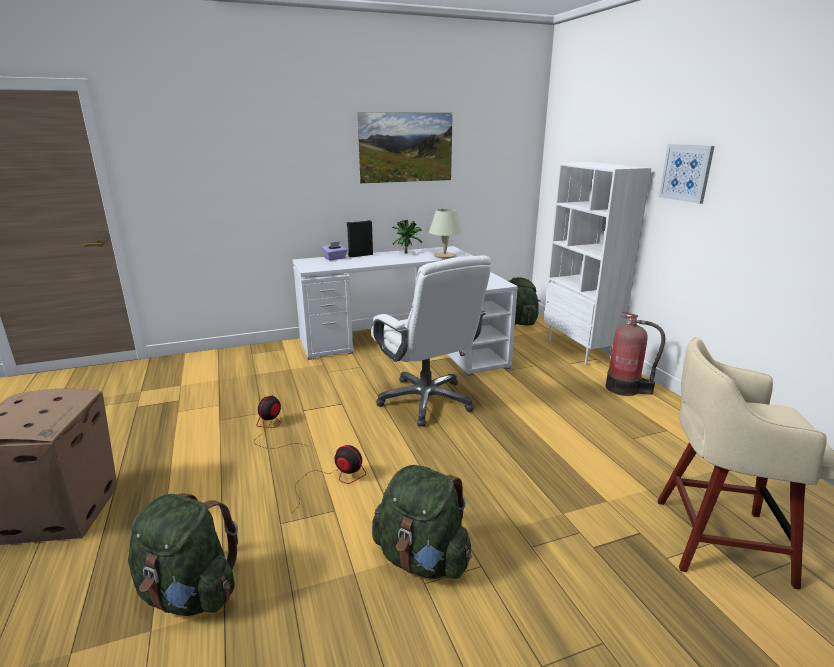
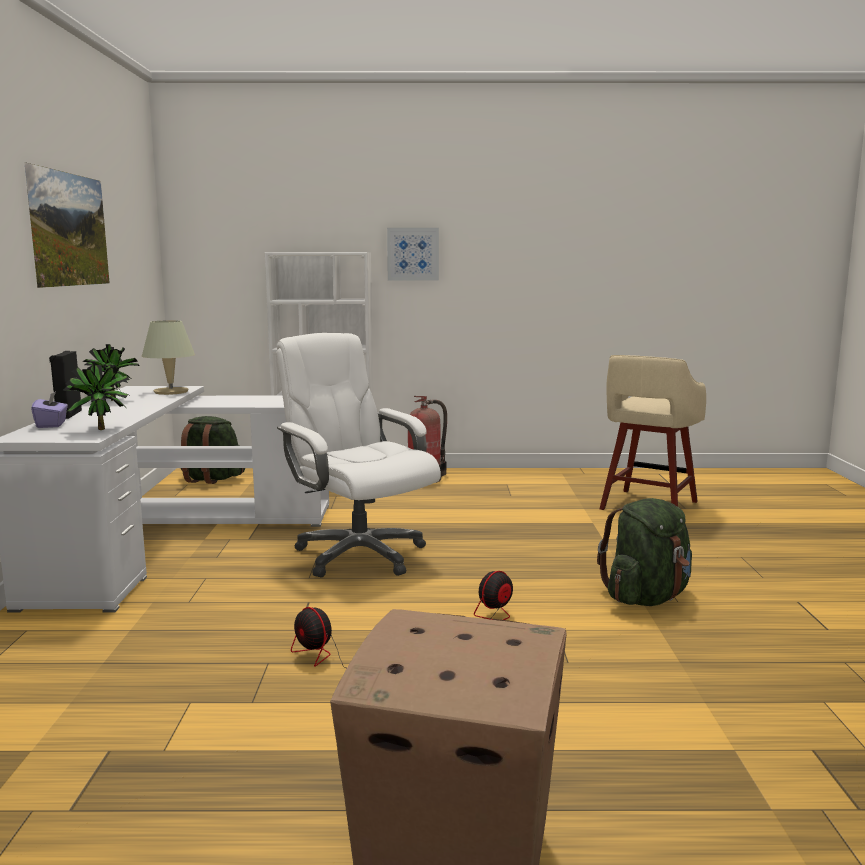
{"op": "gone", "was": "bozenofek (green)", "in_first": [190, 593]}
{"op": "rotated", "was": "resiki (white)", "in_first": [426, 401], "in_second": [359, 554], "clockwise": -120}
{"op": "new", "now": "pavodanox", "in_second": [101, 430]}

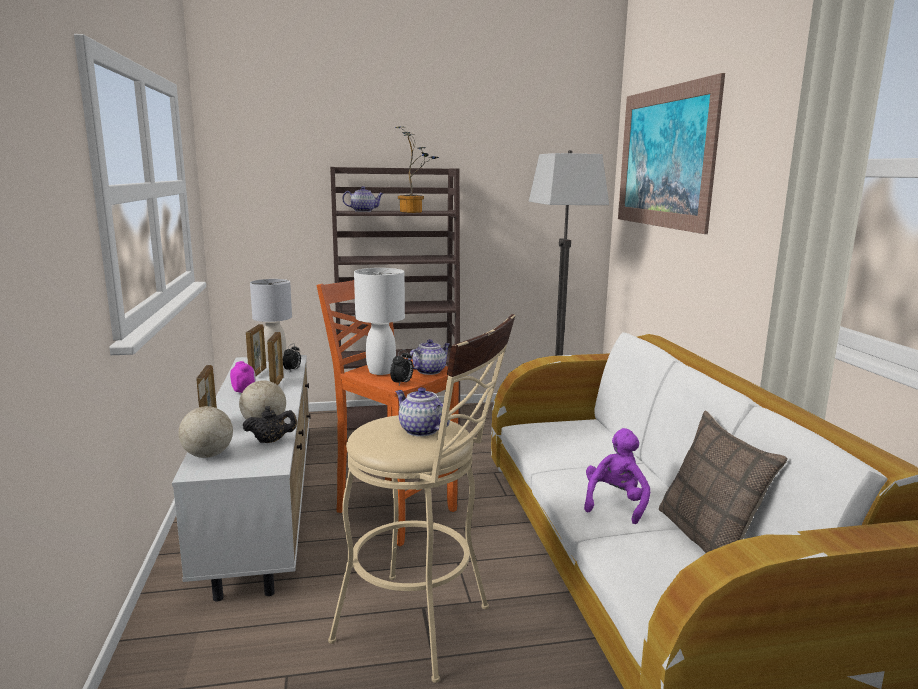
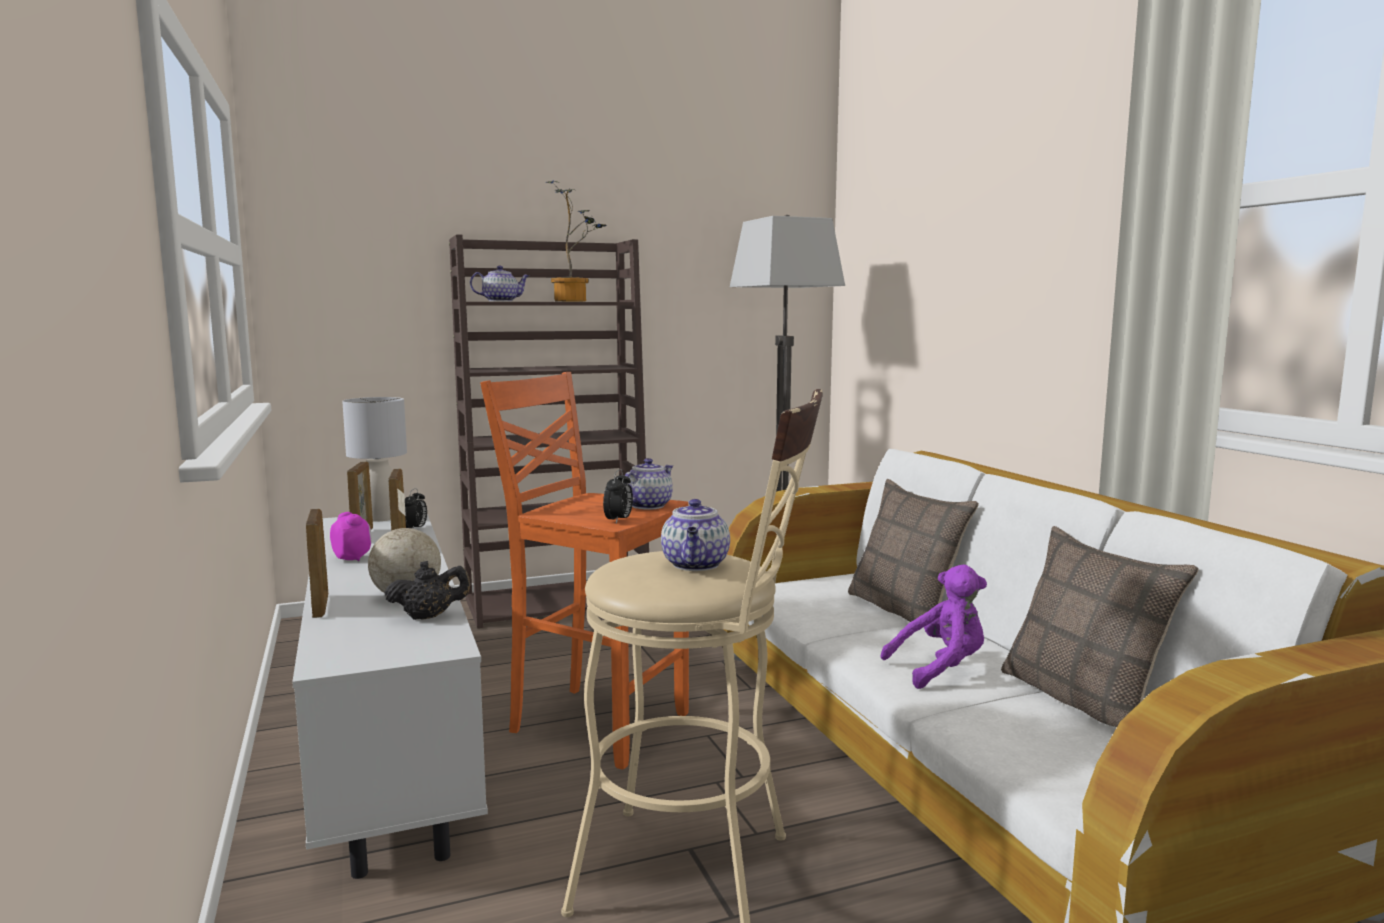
{"op": "gone", "was": "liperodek", "in_first": [207, 455]}
{"op": "gone", "was": "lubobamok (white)", "in_first": [381, 371]}
{"op": "rotated", "was": "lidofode", "in_first": [420, 430], "in_second": [696, 565], "clockwise": -120}
{"op": "rotated", "was": "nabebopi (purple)", "in_first": [615, 503], "in_second": [940, 669], "clockwise": 60}
{"op": "gone", "was": "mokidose", "in_first": [664, 157]}
{"op": "new", "now": "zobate", "in_second": [905, 609]}

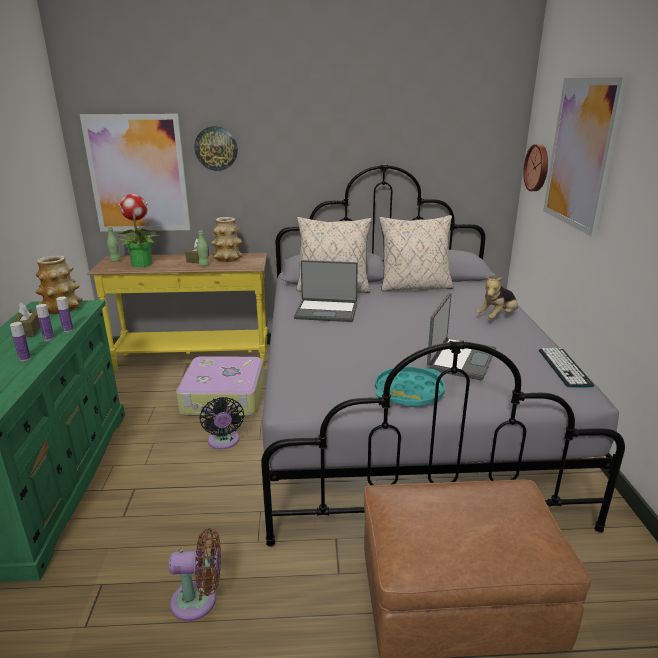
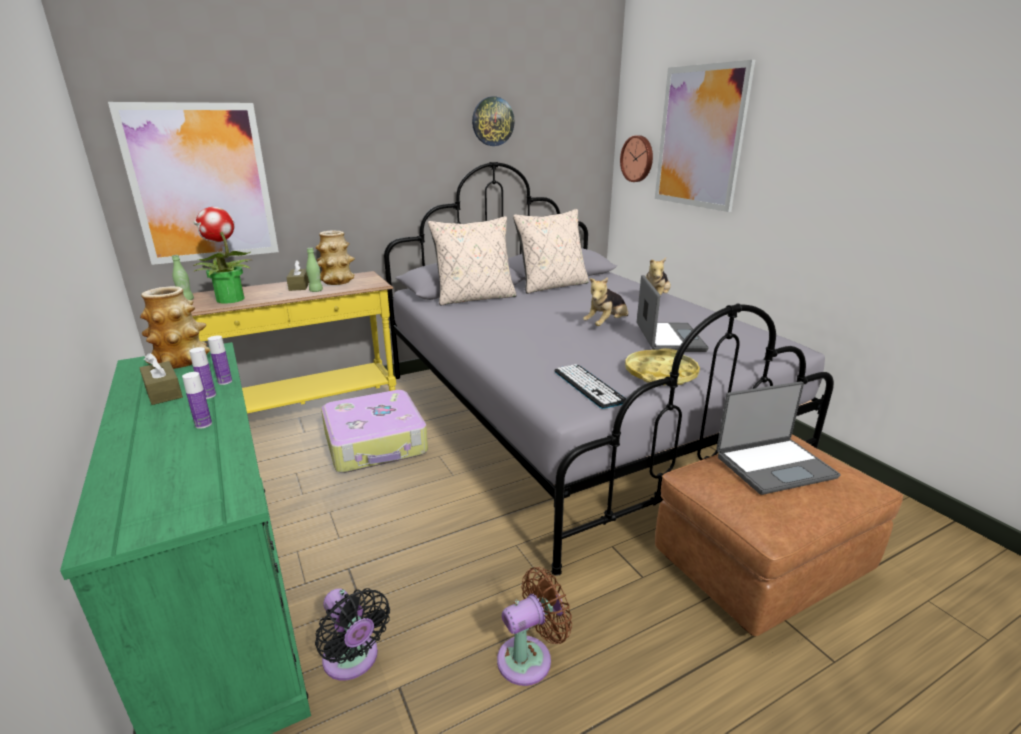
{"op": "shifted", "was": "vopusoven", "in_first": [216, 148], "in_second": [492, 121]}
{"op": "shifted", "was": "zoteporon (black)", "in_first": [224, 442], "in_second": [353, 660]}
{"op": "shifted", "was": "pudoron", "in_first": [326, 311], "in_second": [773, 466]}
{"op": "repainted", "was": "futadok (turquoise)", "now": "futadok (yellow)", "in_first": [409, 392], "in_second": [660, 373]}
{"op": "shifted", "was": "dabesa", "in_first": [564, 368], "in_second": [589, 386]}
{"op": "new", "now": "nabebopi", "in_second": [606, 325]}

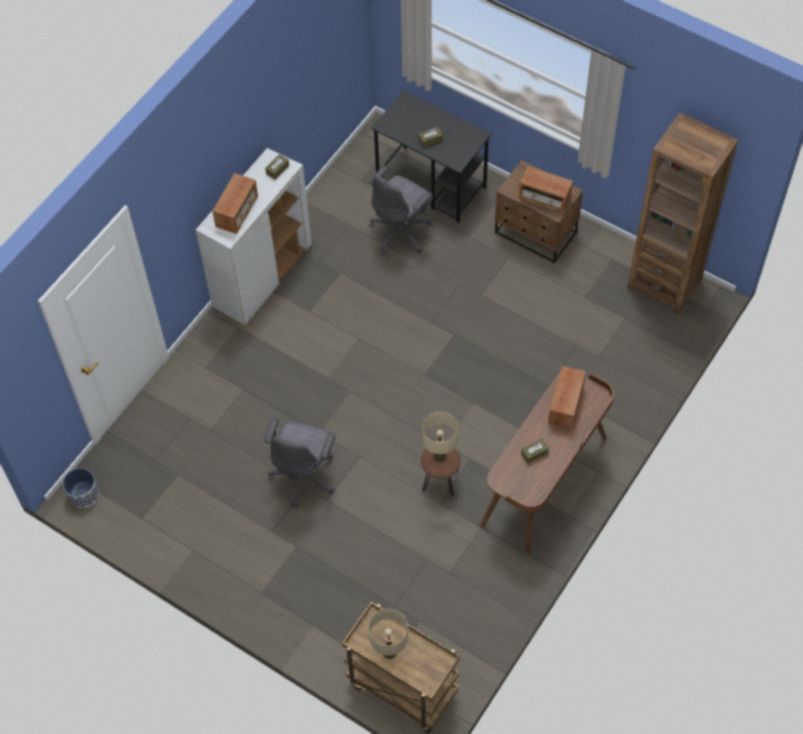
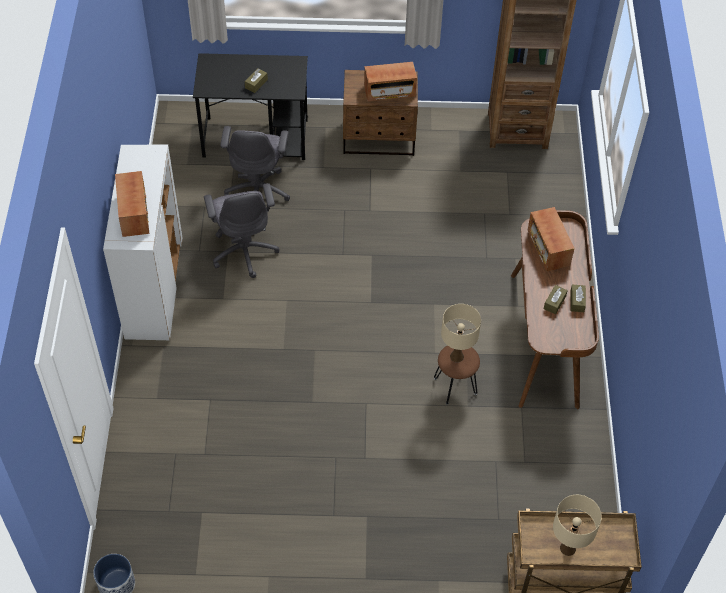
{"op": "shifted", "was": "resiki (grey)", "in_first": [304, 475], "in_second": [244, 250]}
{"op": "shifted", "was": "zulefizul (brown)", "in_first": [277, 169], "in_second": [577, 301]}

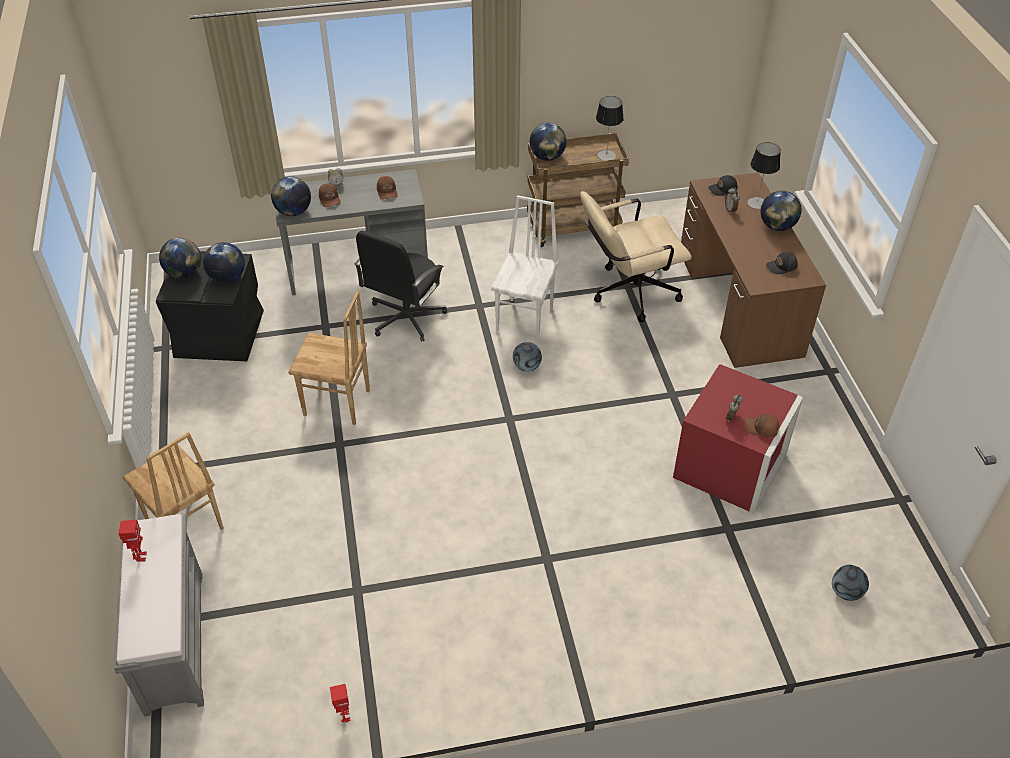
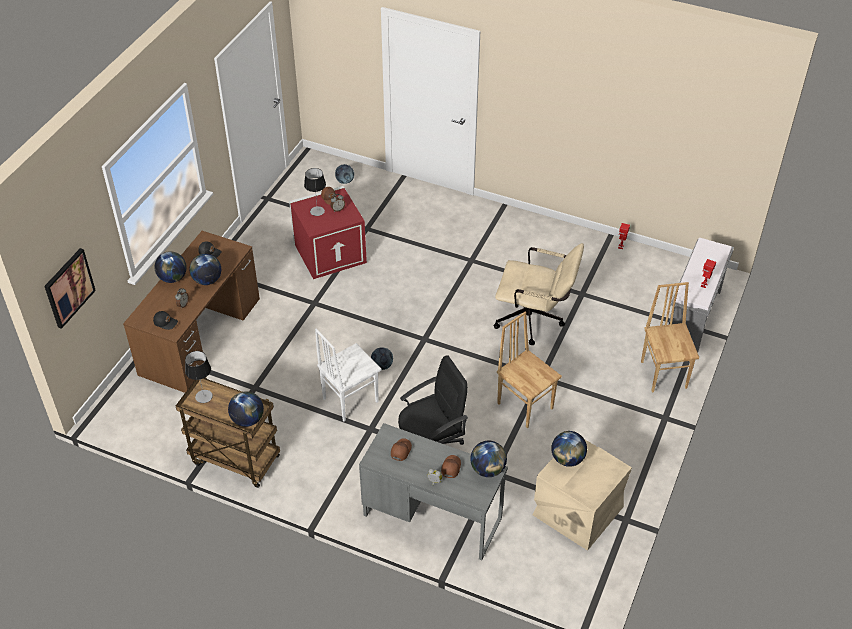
{"op": "repainted", "was": "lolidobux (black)", "now": "lolidobux (beige)", "in_first": [221, 332], "in_second": [576, 510]}
{"op": "shifted", "was": "liperodek", "in_first": [184, 273], "in_second": [207, 280]}
{"op": "shifted", "was": "resiki (beige)", "in_first": [628, 293], "in_second": [535, 321]}
{"op": "shifted", "was": "lubobamok", "in_first": [757, 203], "in_second": [317, 211]}
{"op": "new", "now": "mokidose", "in_second": [69, 287]}

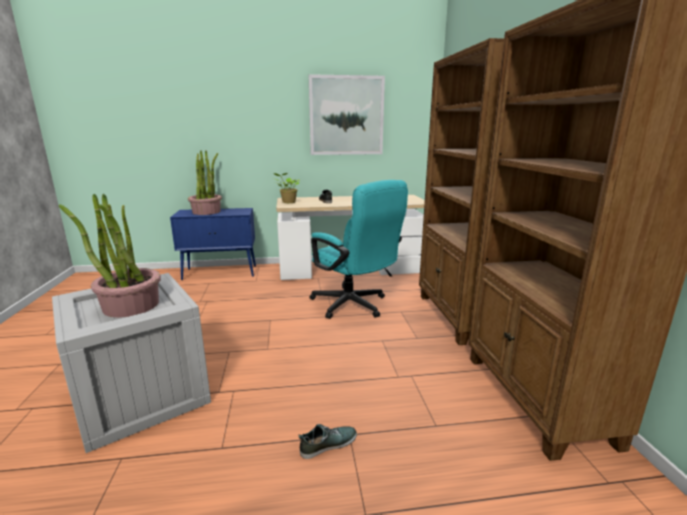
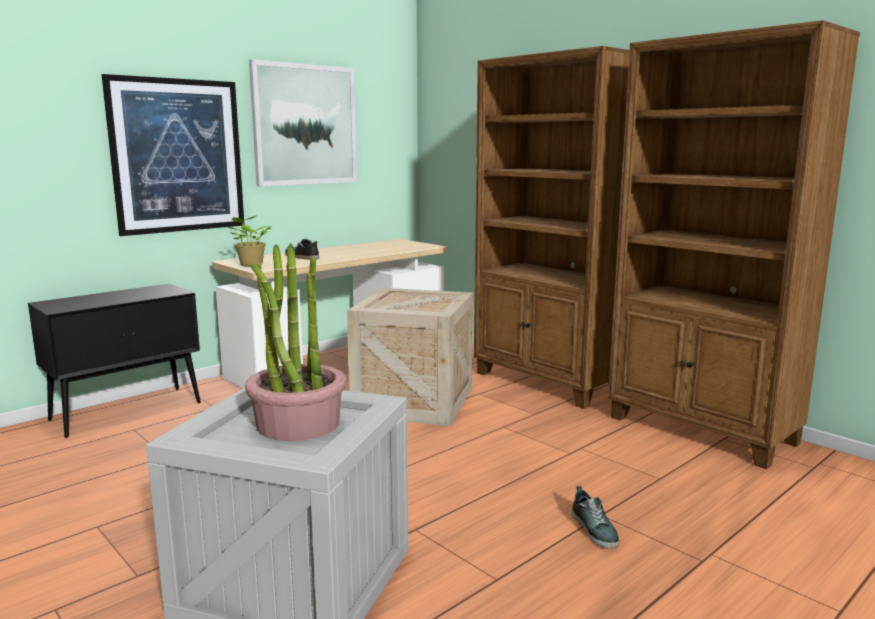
{"op": "repainted", "was": "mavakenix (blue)", "now": "mavakenix (black)", "in_first": [221, 272], "in_second": [128, 411]}
{"op": "gone", "was": "pavodanox", "in_first": [206, 212]}
{"op": "rotated", "was": "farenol", "in_first": [328, 444], "in_second": [595, 530], "clockwise": 135}
{"op": "swapped", "was": "resiki (turquoise)", "now": "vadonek", "in_first": [354, 306], "in_second": [415, 402]}
{"op": "new", "now": "mokidose", "in_second": [178, 156]}

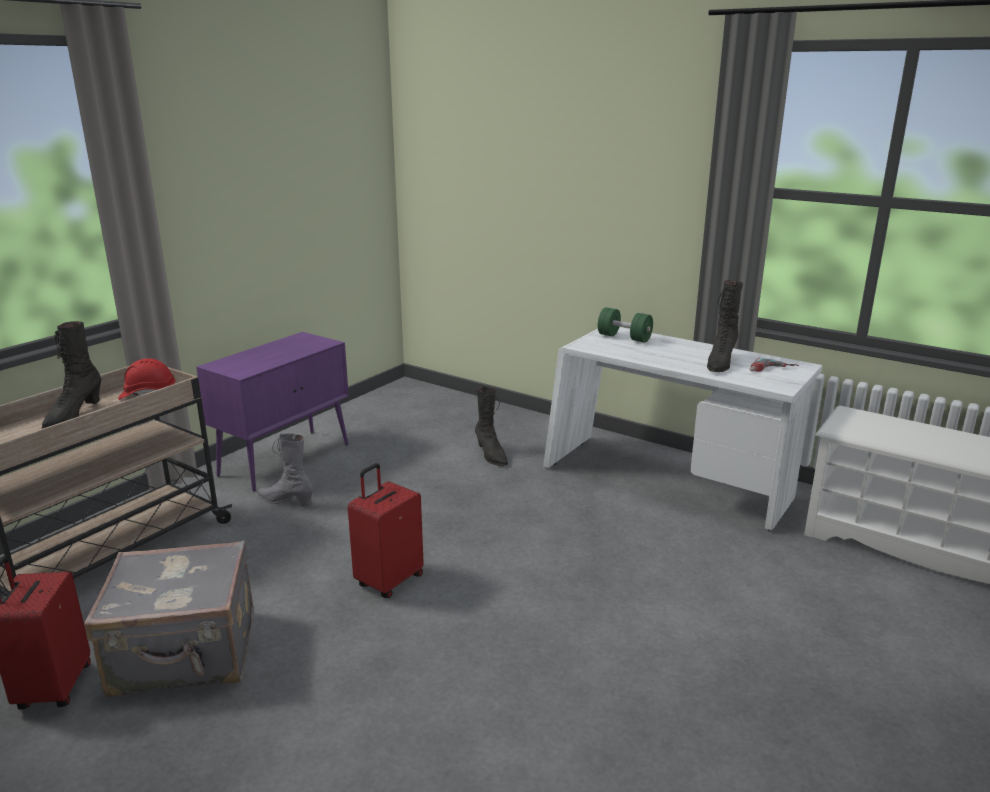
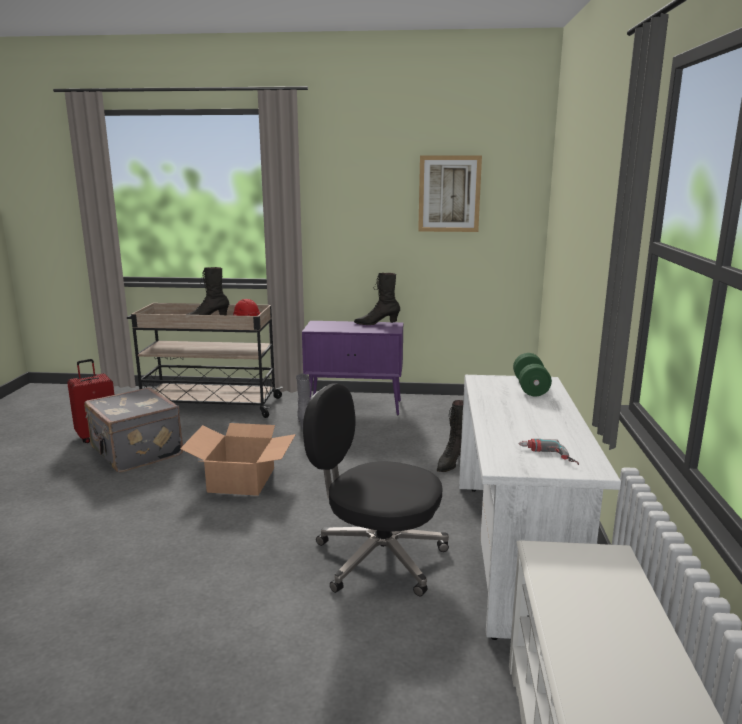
{"op": "swapped", "was": "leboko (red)", "now": "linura", "in_first": [388, 580], "in_second": [242, 480]}
{"op": "shifted", "was": "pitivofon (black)", "in_first": [720, 363], "in_second": [377, 323]}
{"op": "new", "now": "resiki (black)", "in_second": [377, 557]}
{"op": "new", "now": "mokidose", "in_second": [449, 194]}

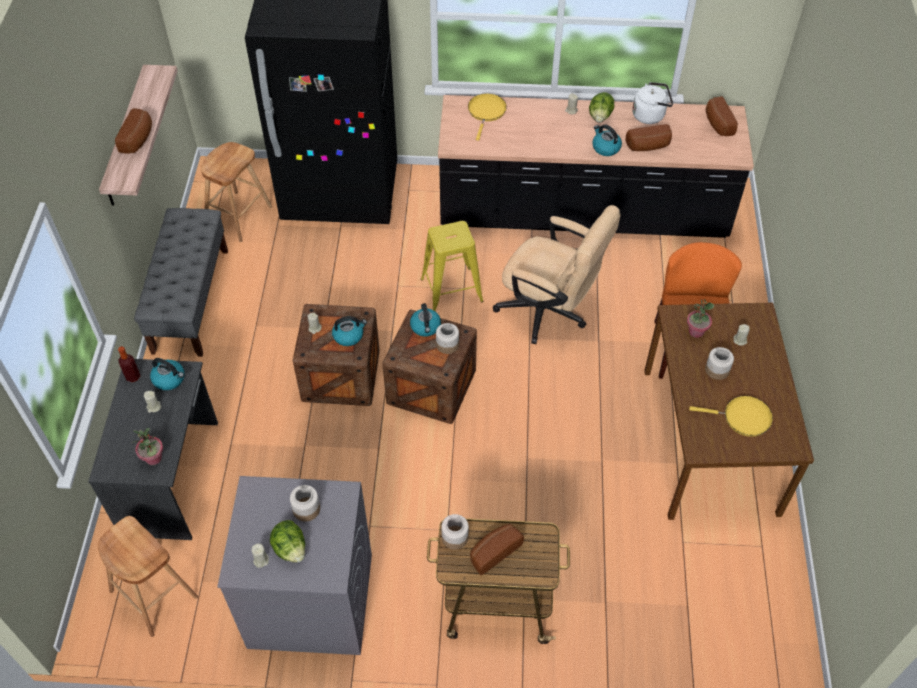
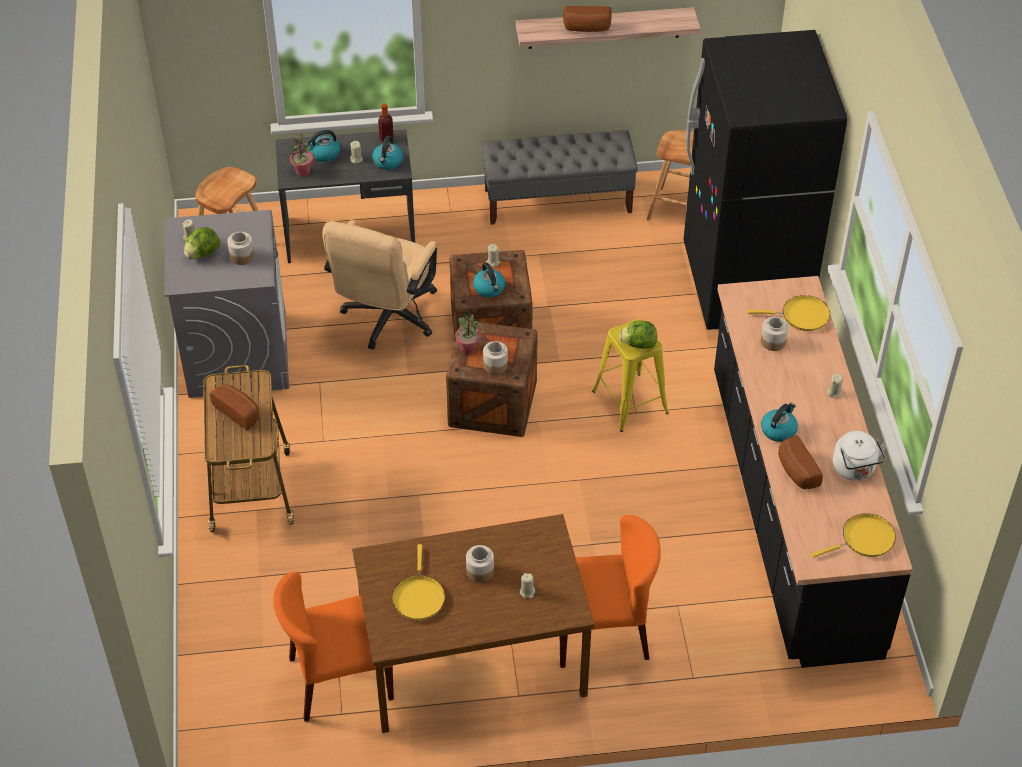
{"op": "shifted", "was": "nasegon", "in_first": [426, 327], "in_second": [324, 154]}
{"op": "shifted", "was": "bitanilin", "in_first": [454, 537], "in_second": [773, 341]}
{"op": "shifted", "was": "resiki (beige)", "in_first": [550, 312], "in_second": [386, 320]}
{"op": "shifted", "was": "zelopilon", "in_first": [600, 116], "in_second": [638, 344]}
{"op": "shifted", "was": "pavodanox", "in_first": [696, 331], "in_second": [468, 348]}
{"op": "swapped", "was": "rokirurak", "now": "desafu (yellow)", "in_first": [717, 124], "in_second": [864, 539]}
{"op": "new", "now": "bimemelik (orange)", "in_second": [340, 679]}

